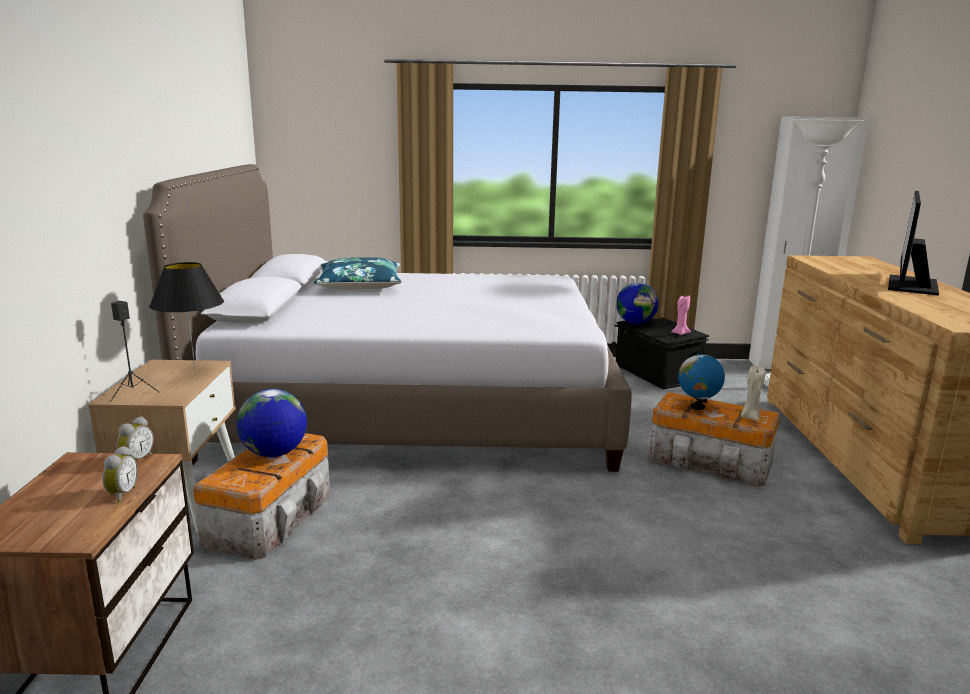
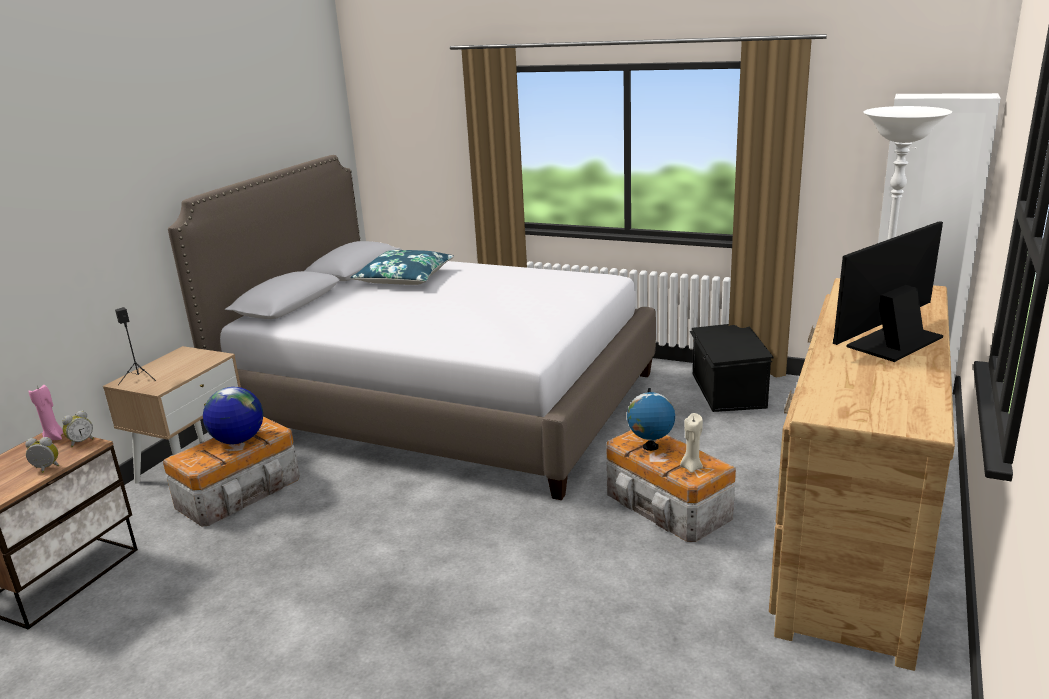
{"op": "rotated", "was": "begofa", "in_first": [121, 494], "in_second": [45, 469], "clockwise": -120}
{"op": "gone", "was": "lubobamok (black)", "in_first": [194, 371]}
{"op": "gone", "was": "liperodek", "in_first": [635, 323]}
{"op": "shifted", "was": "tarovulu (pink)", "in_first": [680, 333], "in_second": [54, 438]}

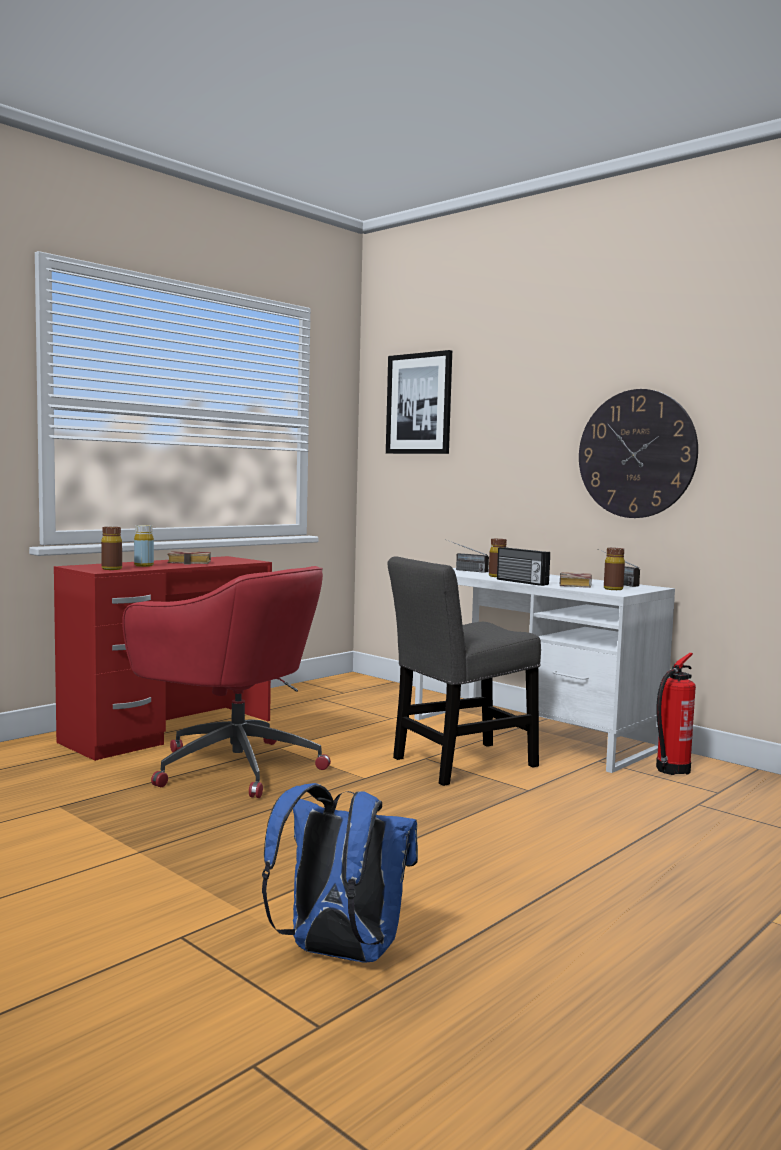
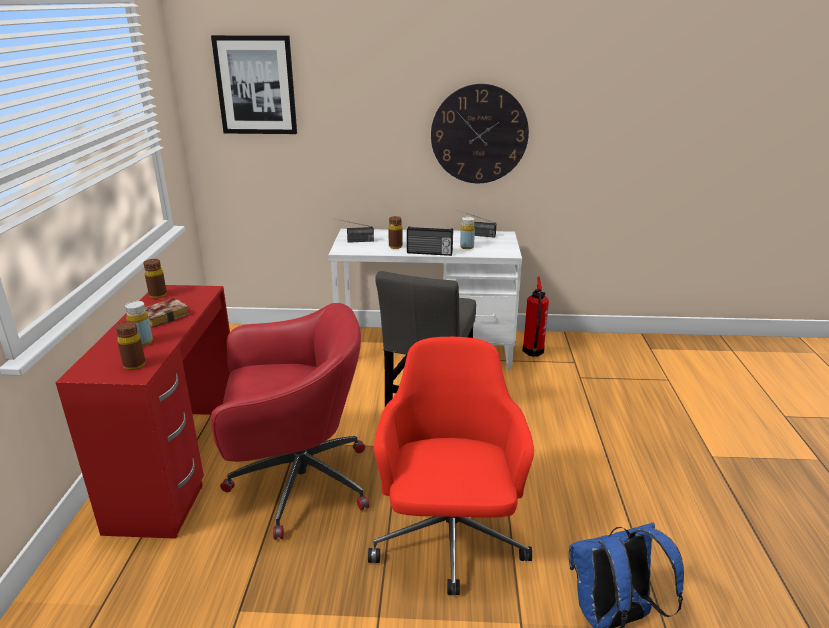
{"op": "swapped", "was": "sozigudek", "now": "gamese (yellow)", "in_first": [577, 585], "in_second": [467, 247]}
{"op": "shifted", "was": "gamese (brown)", "in_first": [613, 589], "in_second": [158, 295]}
{"op": "new", "now": "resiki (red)", "in_second": [449, 539]}

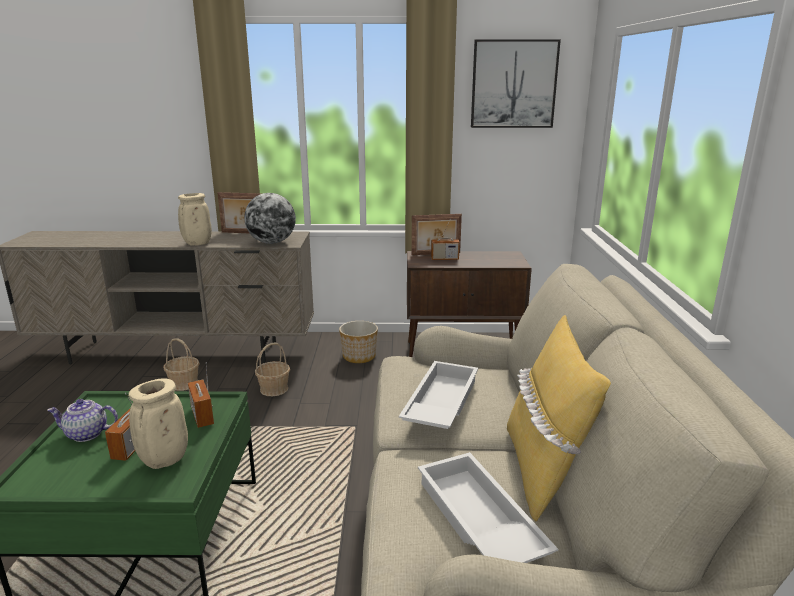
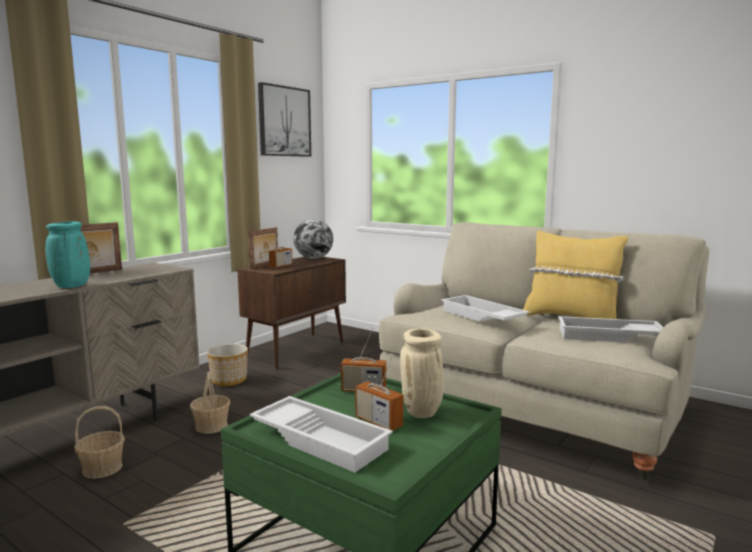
{"op": "swapped", "was": "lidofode", "now": "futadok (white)", "in_first": [86, 434], "in_second": [321, 439]}
{"op": "repainted", "was": "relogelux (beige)", "now": "relogelux (turquoise)", "in_first": [197, 244], "in_second": [71, 286]}
{"op": "shifted", "was": "liperodek", "in_first": [272, 242], "in_second": [313, 258]}

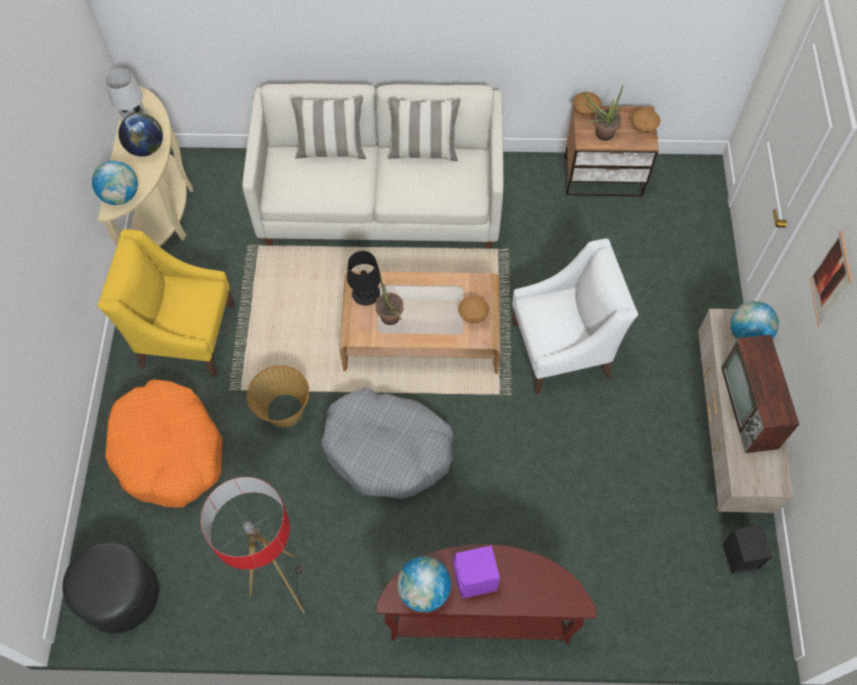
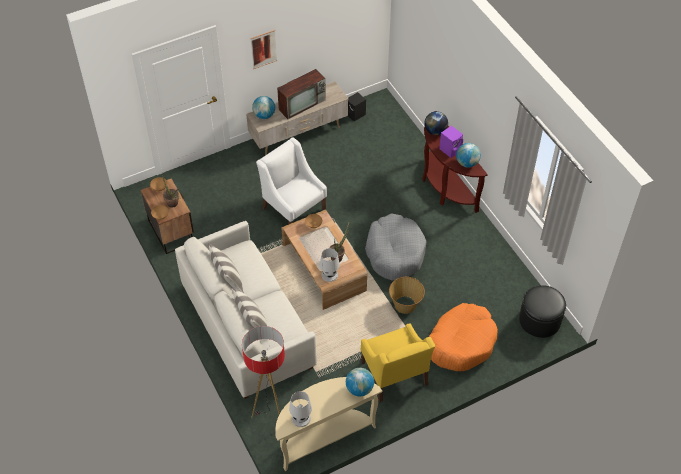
{"op": "shifted", "was": "liperodek", "in_first": [146, 148], "in_second": [435, 131]}
{"op": "shifted", "was": "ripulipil", "in_first": [283, 587], "in_second": [270, 415]}
{"op": "repainted", "was": "lubobamok (black)", "now": "lubobamok (white)", "in_first": [365, 293], "in_second": [330, 275]}

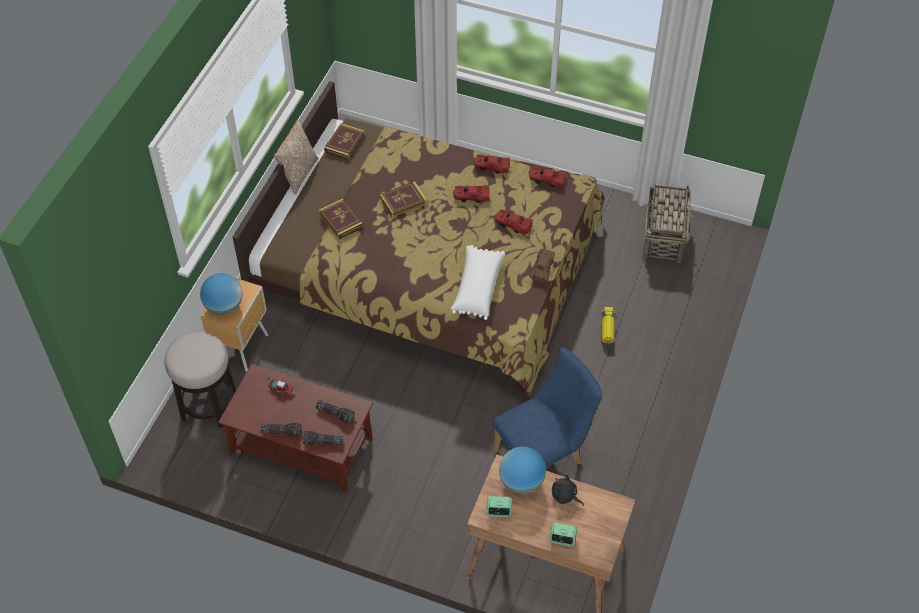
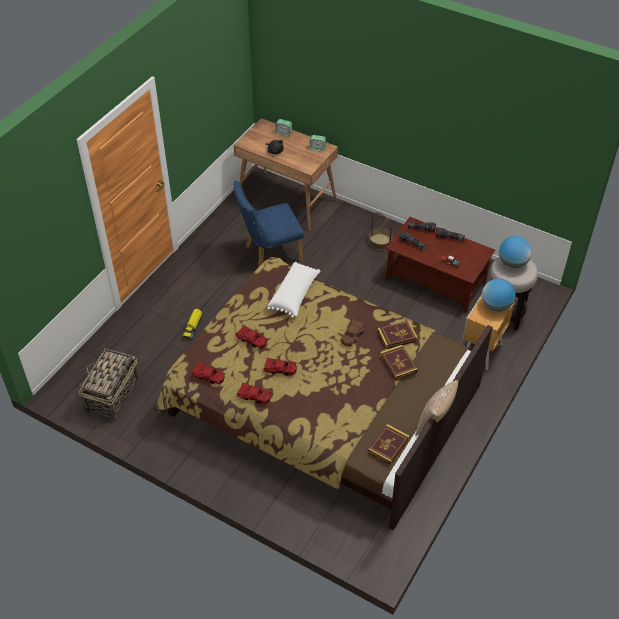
{"op": "shifted", "was": "sozigudek", "in_first": [403, 201], "in_second": [397, 336]}
{"op": "shifted", "was": "liperodek", "in_first": [521, 482], "in_second": [512, 263]}
{"op": "shifted", "was": "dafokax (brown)", "in_first": [542, 268], "in_second": [352, 335]}
{"op": "new", "now": "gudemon", "in_second": [380, 242]}

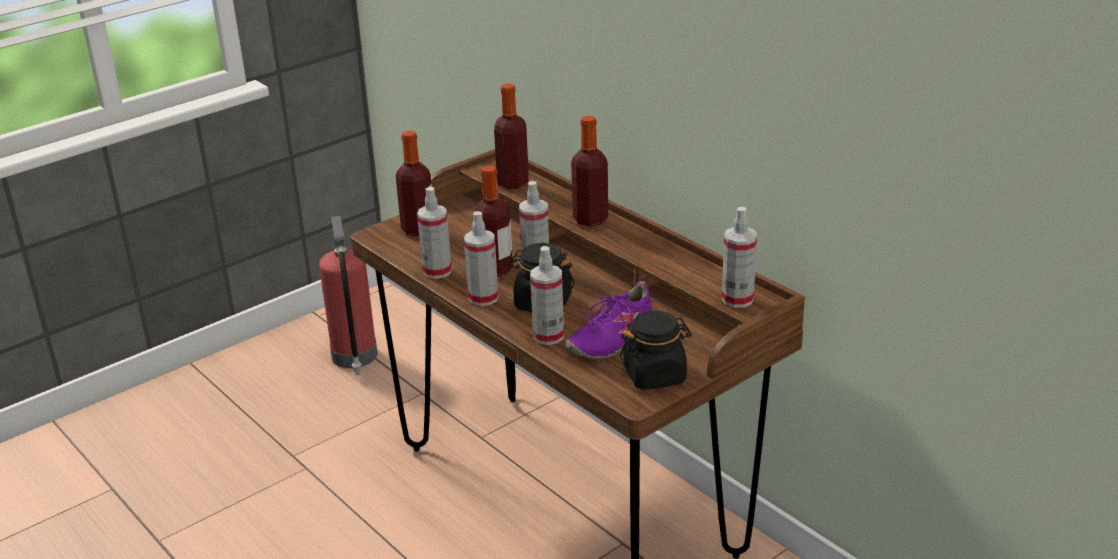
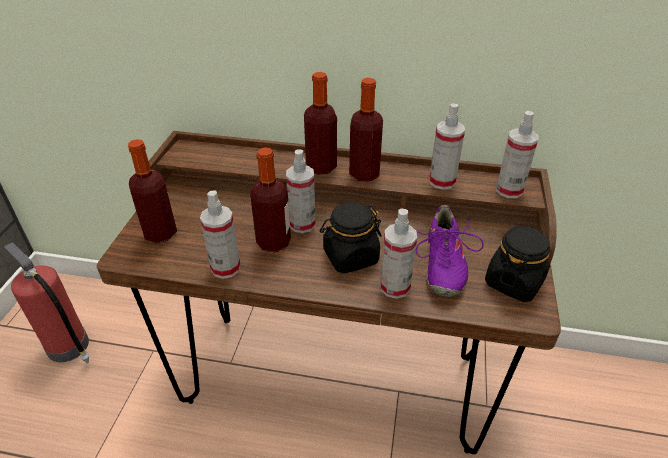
{"op": "shifted", "was": "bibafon", "in_first": [483, 298], "in_second": [442, 181]}
{"op": "shifted", "was": "gamese", "in_first": [513, 182], "in_second": [364, 174]}

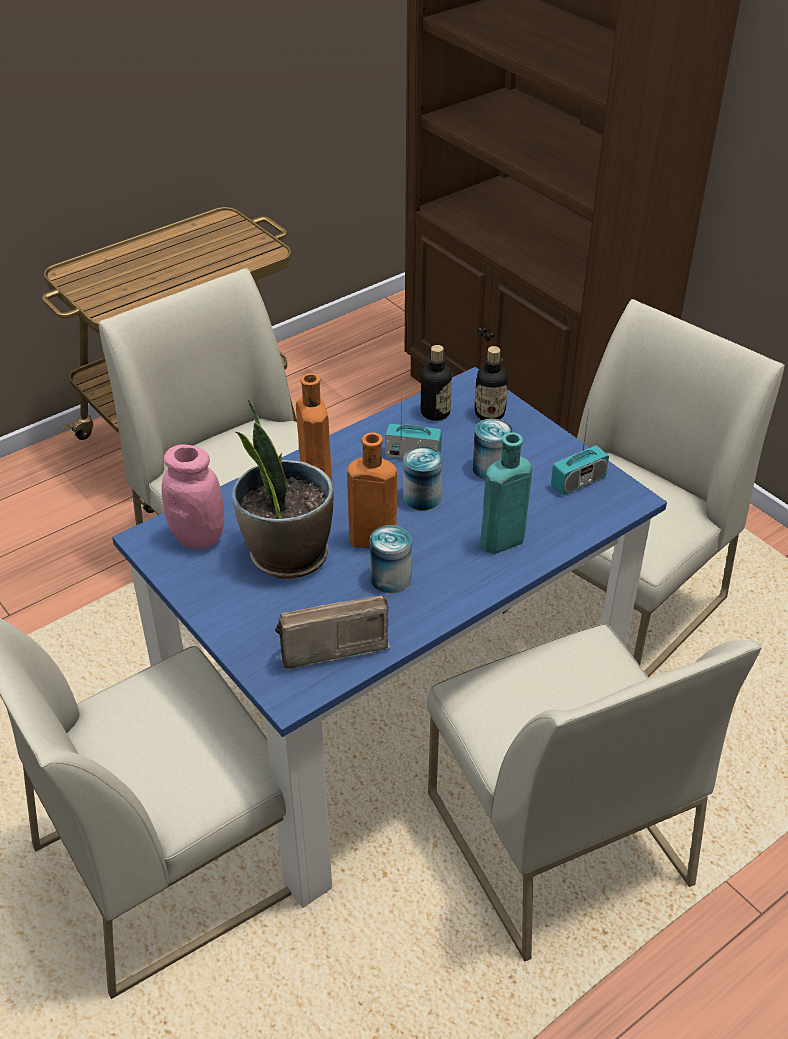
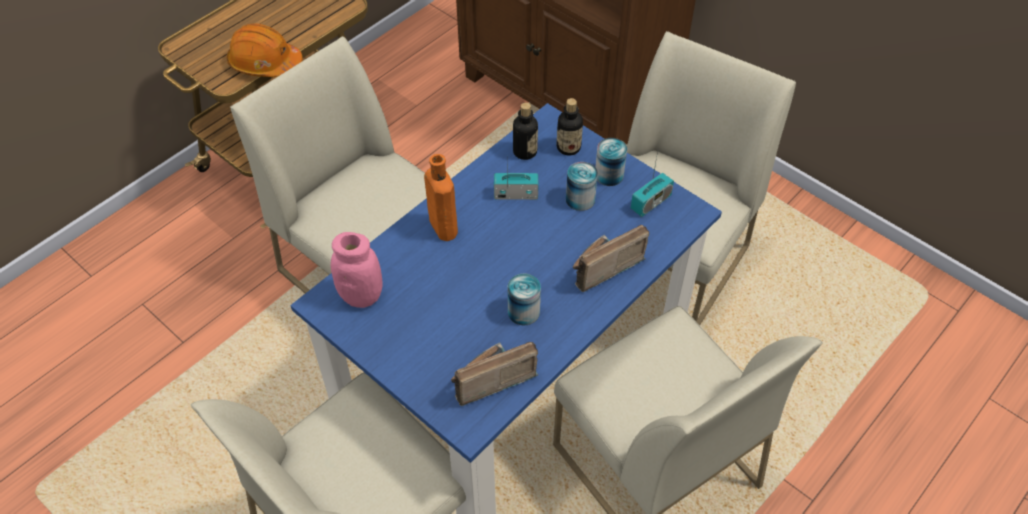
{"op": "gone", "was": "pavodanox", "in_first": [287, 554]}
{"op": "gone", "was": "gamese (orange)", "in_first": [369, 540]}
{"op": "shifted", "was": "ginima", "in_first": [422, 497], "in_second": [609, 175]}
{"op": "swapped", "was": "gamese (turquoise)", "now": "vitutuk", "in_first": [499, 542], "in_second": [601, 266]}
{"op": "new", "now": "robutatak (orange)", "in_second": [265, 63]}

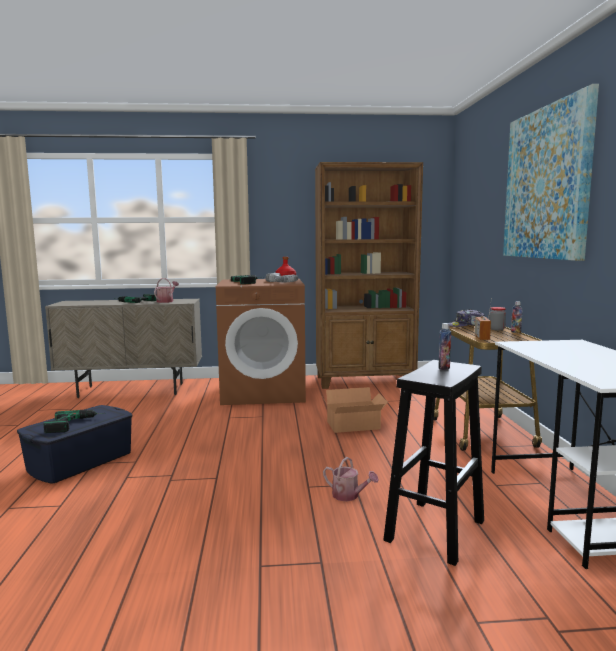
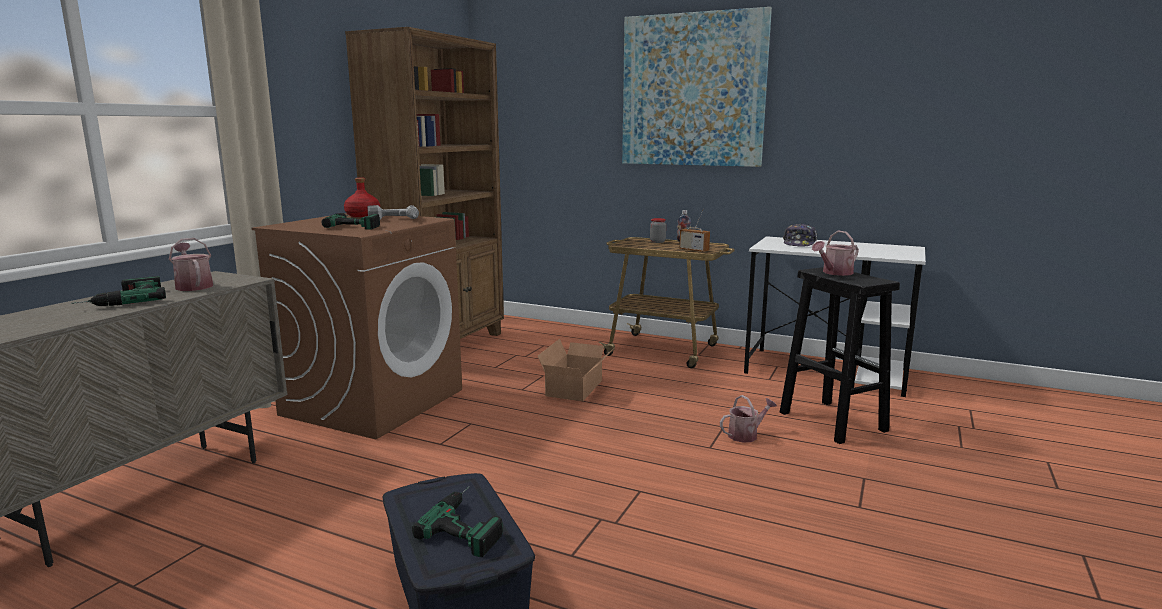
{"op": "swapped", "was": "gamese", "now": "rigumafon", "in_first": [444, 368], "in_second": [834, 273]}
{"op": "shifted", "was": "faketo", "in_first": [466, 326], "in_second": [799, 244]}

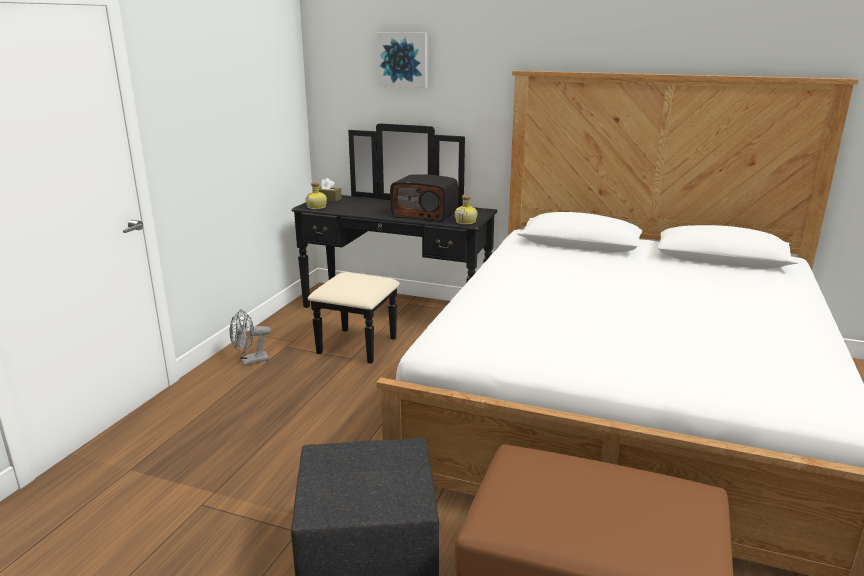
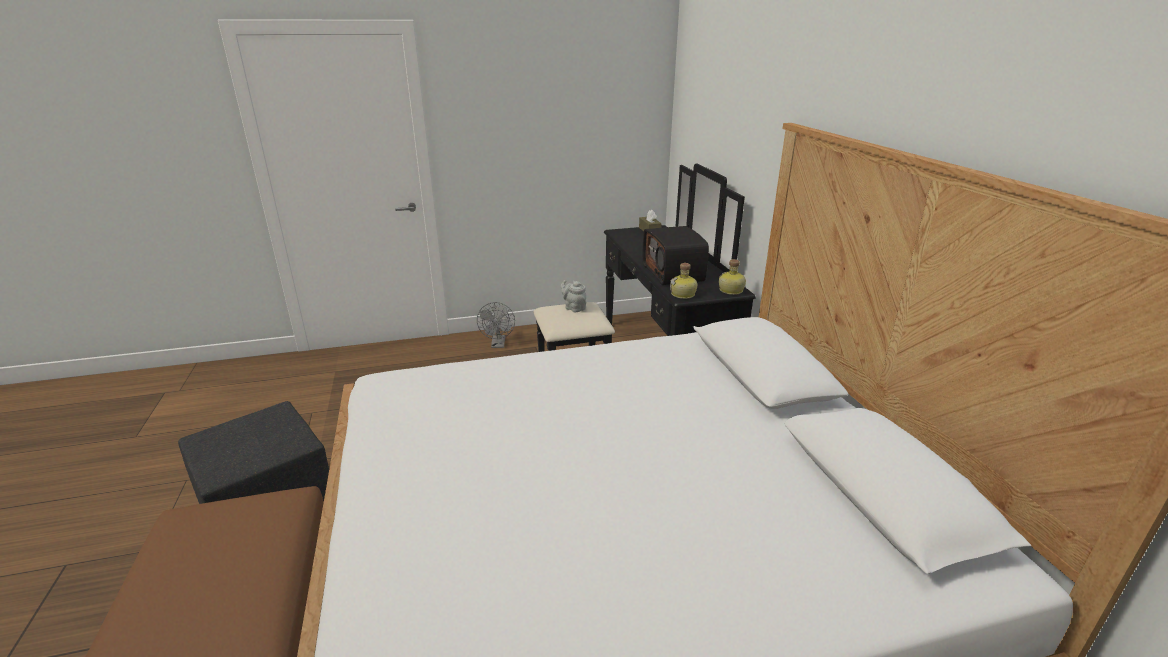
{"op": "rotated", "was": "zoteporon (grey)", "in_first": [250, 361], "in_second": [498, 345], "clockwise": -120}
{"op": "shifted", "was": "gamese", "in_first": [317, 207], "in_second": [731, 291]}
{"op": "gone", "was": "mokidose", "in_first": [403, 60]}
{"op": "new", "now": "lidofode (grey)", "in_second": [574, 308]}

